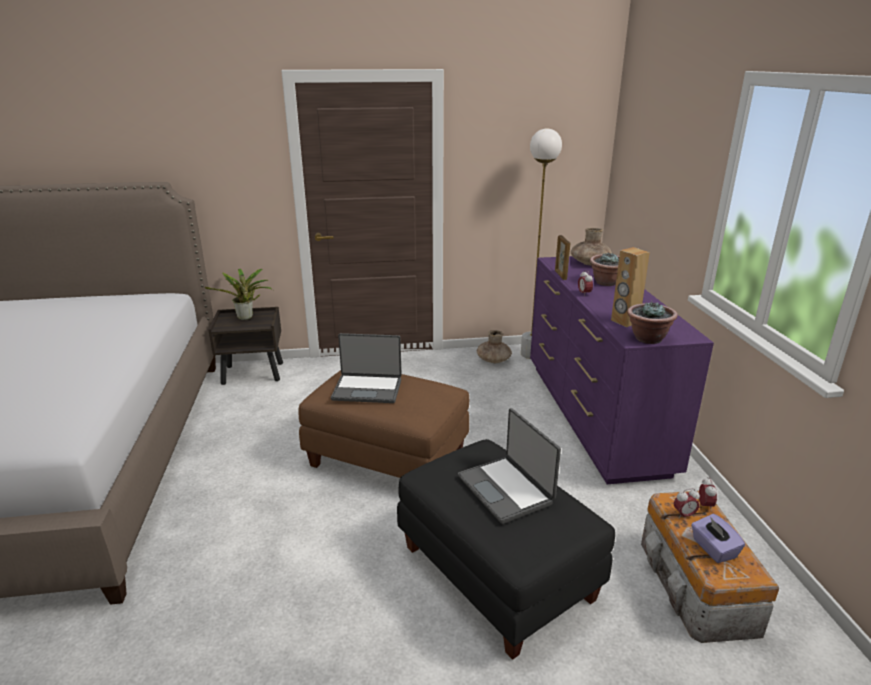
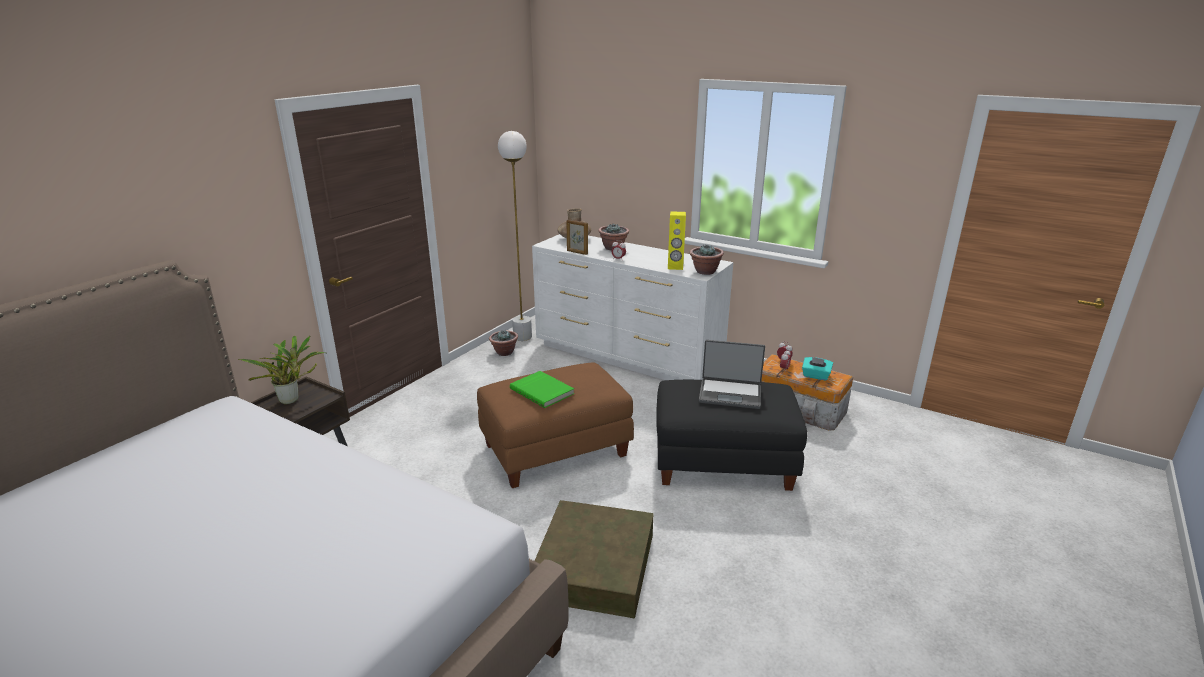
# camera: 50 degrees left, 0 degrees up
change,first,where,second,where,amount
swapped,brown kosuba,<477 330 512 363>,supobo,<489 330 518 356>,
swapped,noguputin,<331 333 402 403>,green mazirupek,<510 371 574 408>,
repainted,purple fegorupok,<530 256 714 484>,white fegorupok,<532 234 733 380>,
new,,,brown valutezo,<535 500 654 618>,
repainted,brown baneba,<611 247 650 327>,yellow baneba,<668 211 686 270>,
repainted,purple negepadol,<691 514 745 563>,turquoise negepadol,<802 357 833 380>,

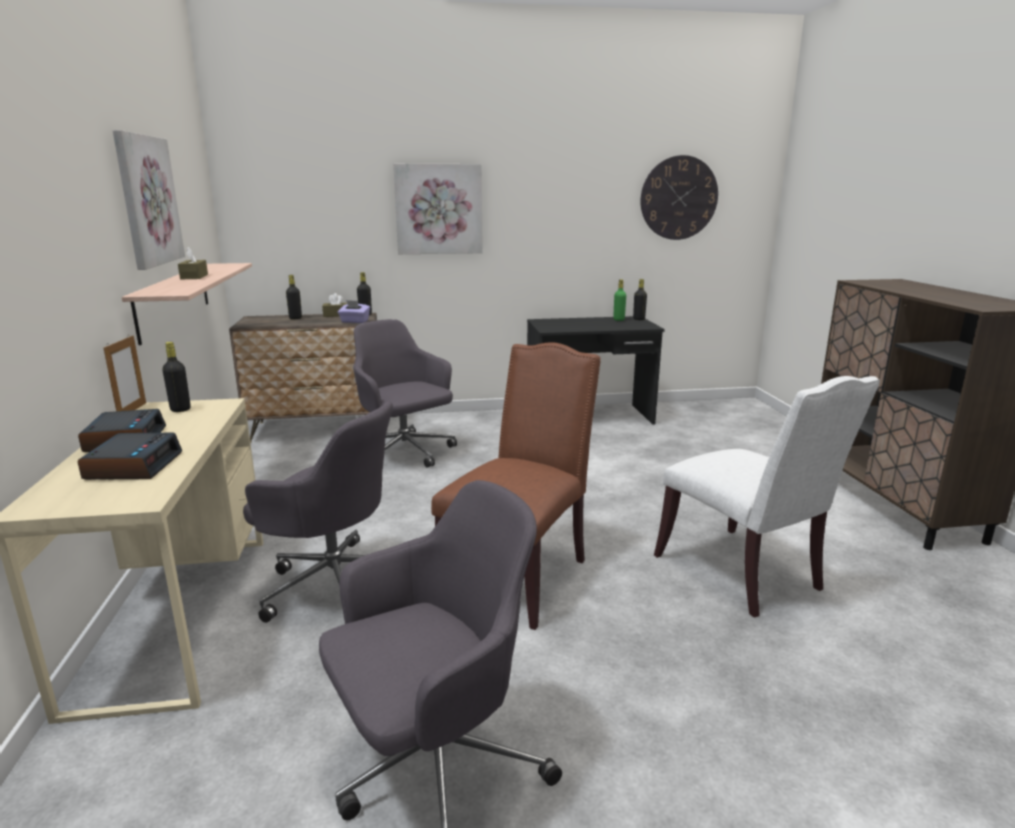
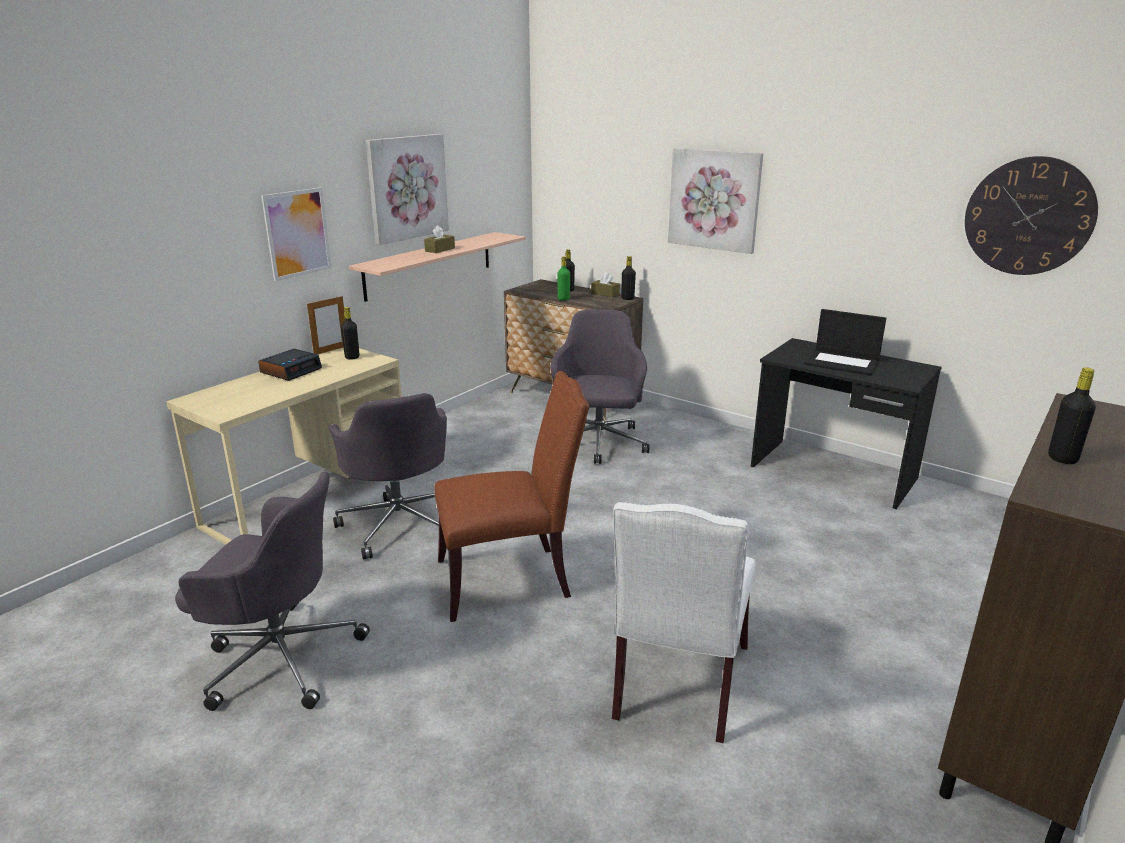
# camera: 45 degrees right, 5 degrees up
change,first,where,second,where,amount
new,,,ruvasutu,<261 187 332 281>,
shifted,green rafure,<613 279 626 321>,,<557 257 570 301>,
new,,,noguputin,<804 309 886 376>,
shifted,black rafure,<633 279 647 320>,,<1048 367 1096 464>,
gone,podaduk,<77 433 182 480>,,,
gone,purple negepadol,<338 300 370 323>,,,

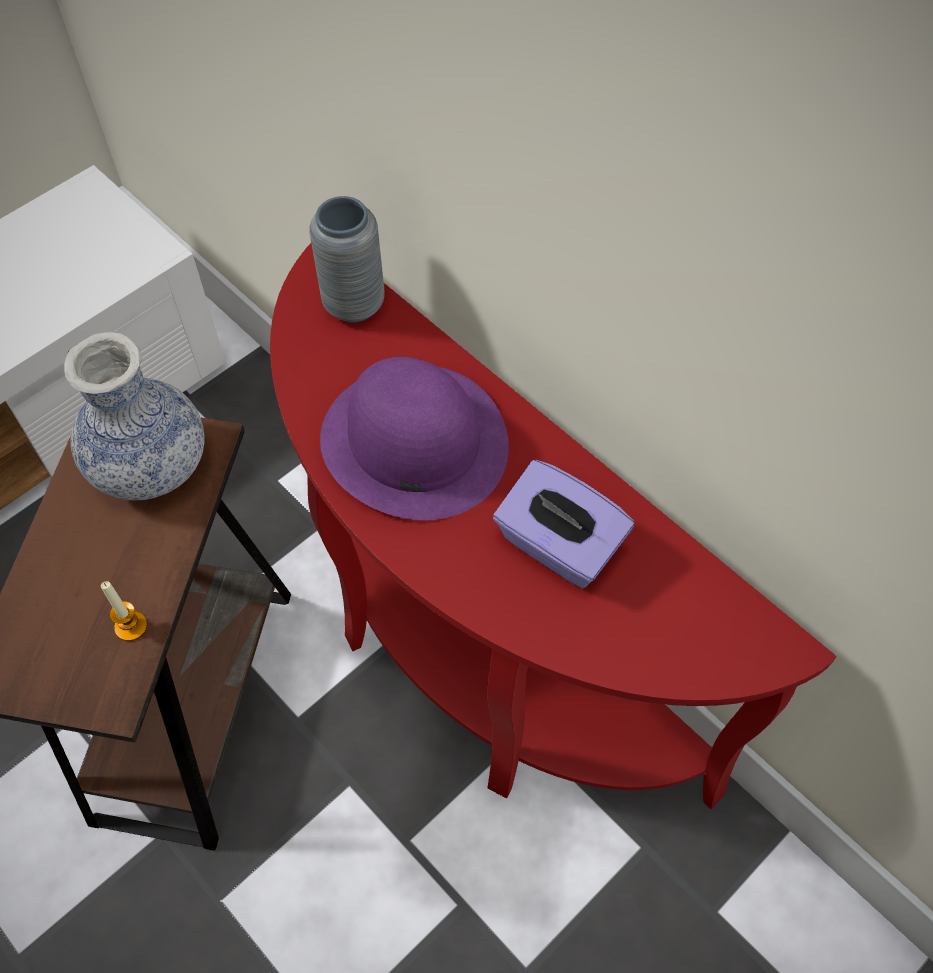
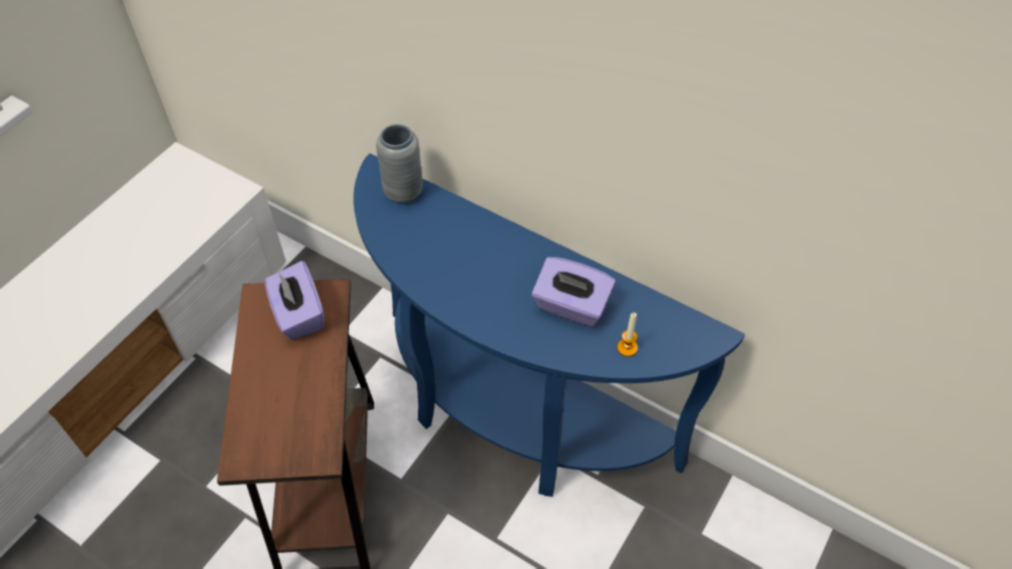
# camera: 15 degrees left, 5 degrees down
change,first,where,second,where,amount
swapped,kosuba,<64 331 204 500>,purple negepadol,<265 261 325 340>,
repainted,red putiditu,<270 243 837 809>,blue putiditu,<353 153 745 497>,
shifted,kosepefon,<101 581 147 641>,,<617 313 638 357>,
gone,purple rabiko,<320 357 509 520>,,,

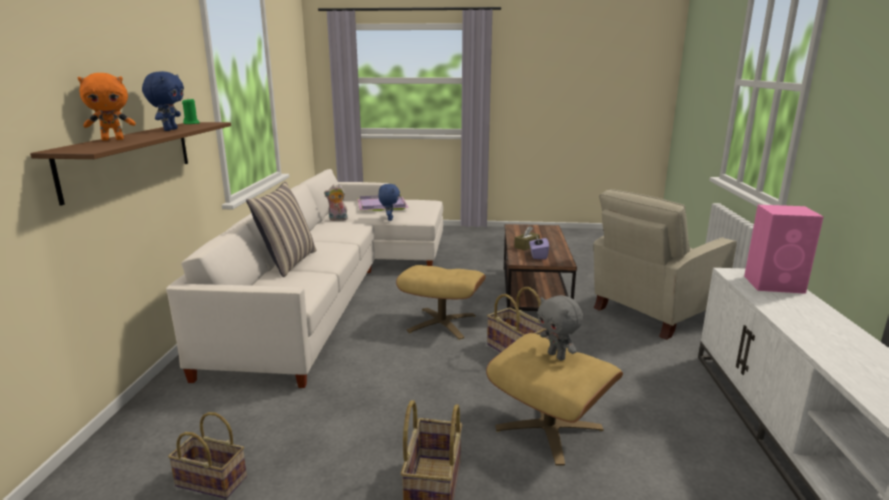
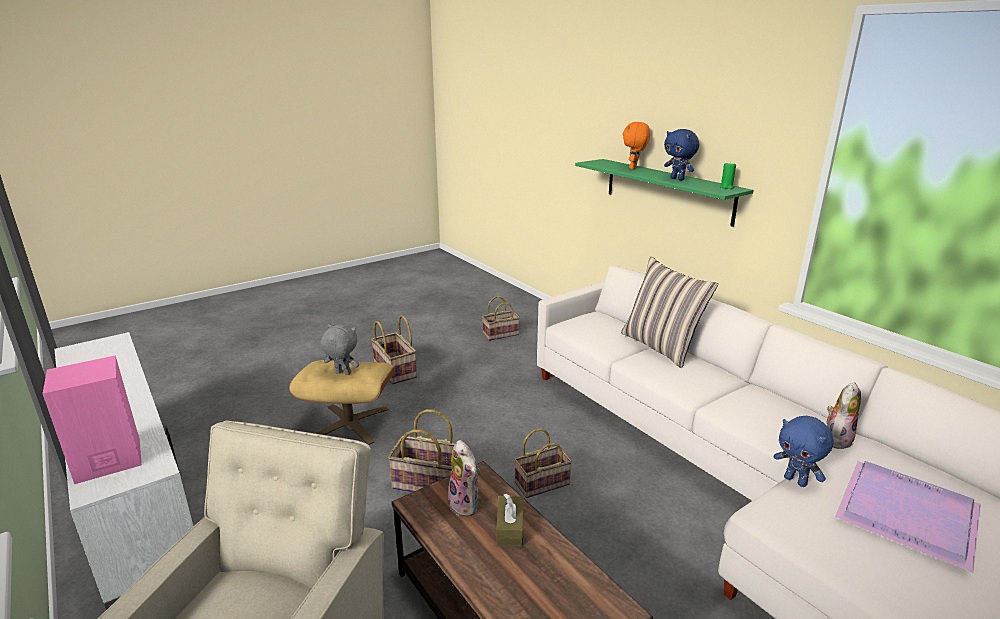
# camera: 140 degrees right, 5 degrees up
change,first,where,second,where,amount
swapped,purple negepadol,<529 237 549 259>,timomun,<448 440 481 517>,
swapped,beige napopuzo,<396 265 486 340>,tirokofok,<514 428 572 498>,
repainted,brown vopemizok,<30 122 231 206>,green vopemizok,<575 159 754 227>,

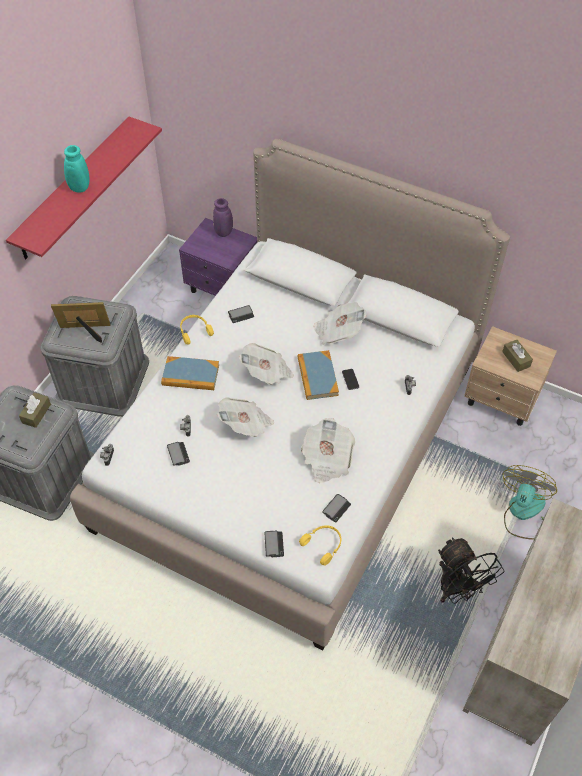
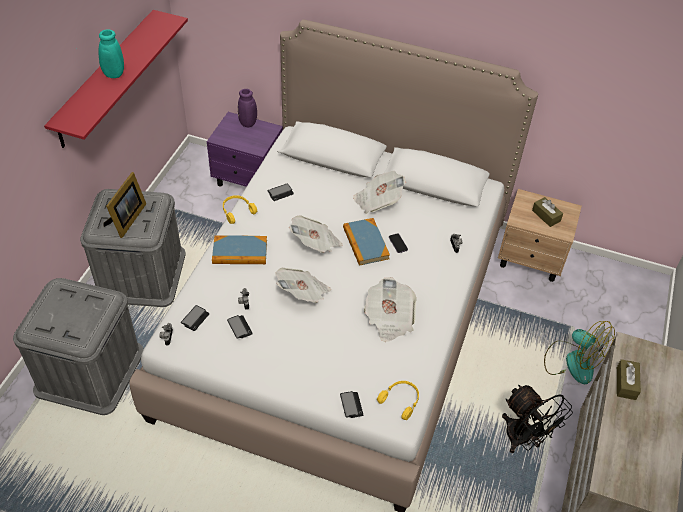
# camera: 10 degrees left, 5 degrees down
change,first,where,second,where,amount
rotated,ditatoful,<51 302 110 343>,,<103 172 146 238>,120 degrees clockwise
shifted,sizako,<322 494 351 522>,,<181 305 209 331>,
rotated,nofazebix,<502 465 557 540>,,<544 321 615 384>,120 degrees clockwise
shifted,brown negepadol,<19 392 51 428>,,<617 359 641 400>,

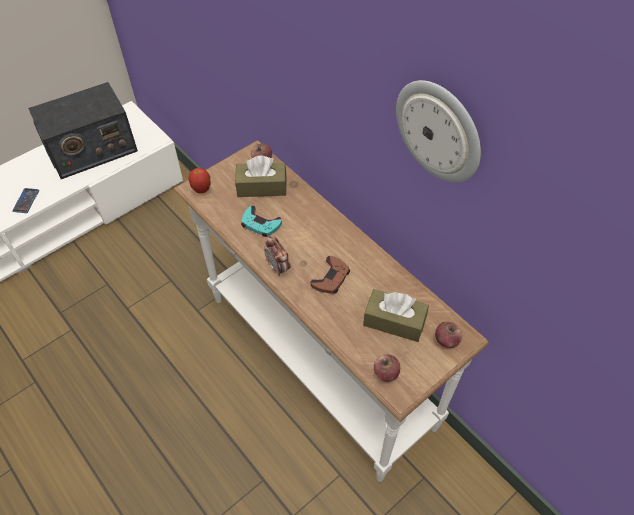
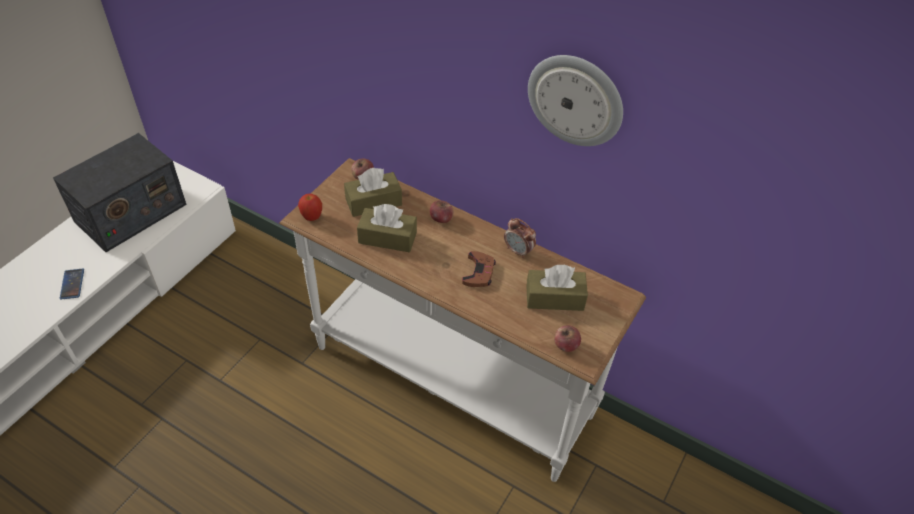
# camera: 20 degrees left, 5 degrees down
change,first,where,second,where,amount
swapped,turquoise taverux,<241 205 282 237>,brown negepadol,<357 204 417 252>,
shifted,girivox,<435 322 462 348>,,<430 200 454 223>,
shifted,podaduk,<264 236 291 276>,,<504 218 536 258>,

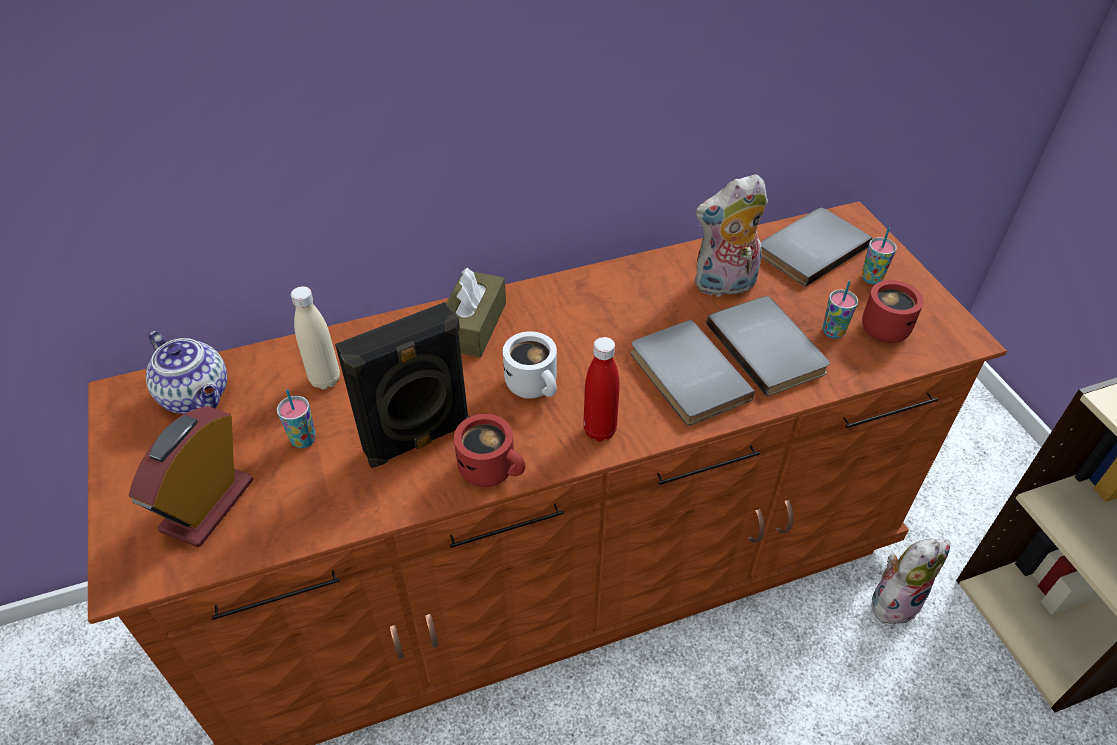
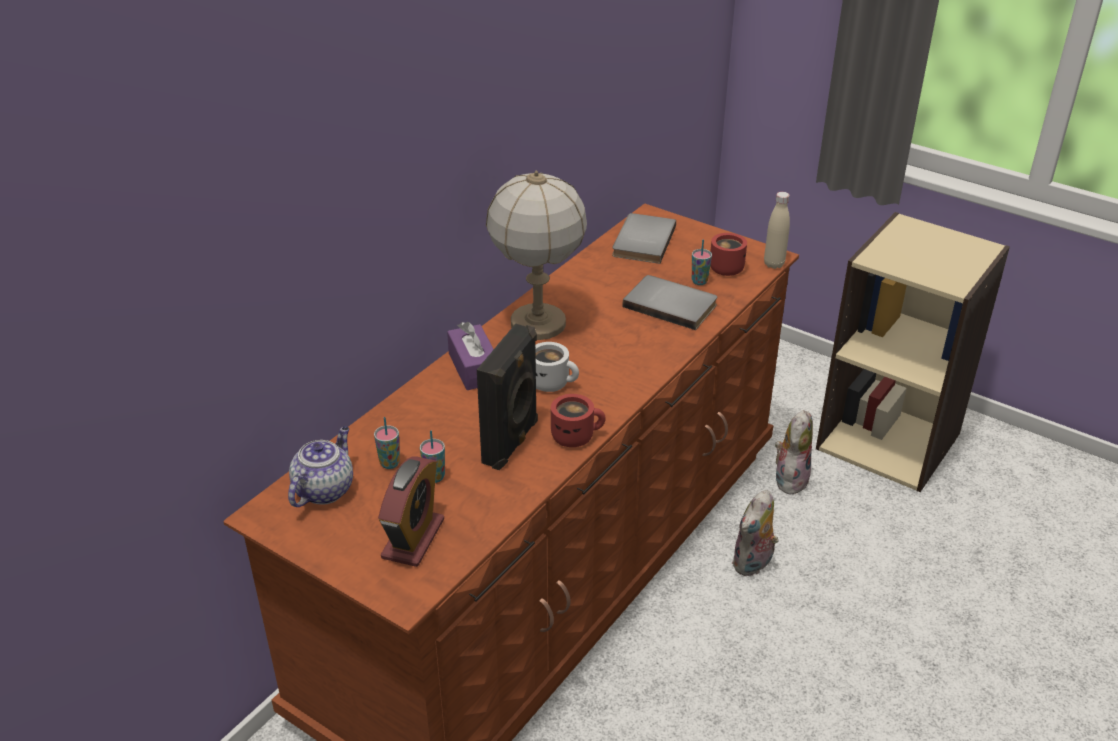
# camera: 35 degrees left, 10 degrees down
change,first,where,second,where,amount
rotated,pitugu,<146 331 227 414>,,<288 426 353 507>,75 degrees counterclockwise
shifted,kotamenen,<862 228 897 284>,,<374 417 400 469>,
rotated,podaduk,<129 406 253 547>,,<378 456 444 567>,150 degrees counterclockwise
repainted,brown negepadol,<446 268 506 358>,purple negepadol,<447 322 494 390>,
new,,,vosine,<486 170 587 340>,
shifted,timomun,<695 174 768 297>,,<732 490 778 576>,
shifted,beige rafure,<291 286 340 389>,,<764 192 790 269>,
gone,red rafure,<583 337 620 441>,,,
gone,grey mazirupek,<631 319 755 426>,,,

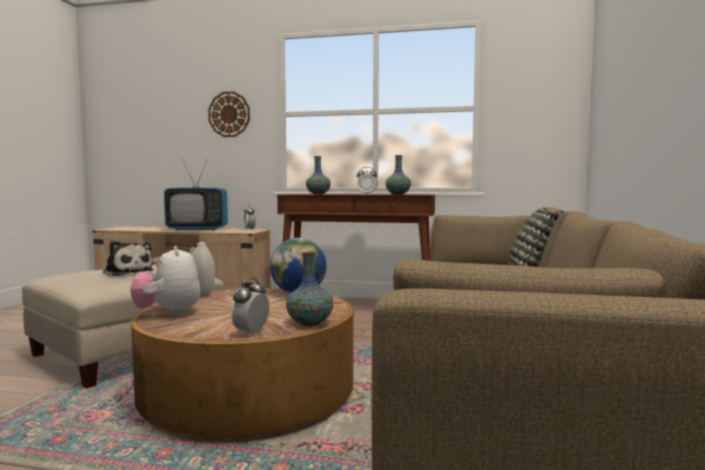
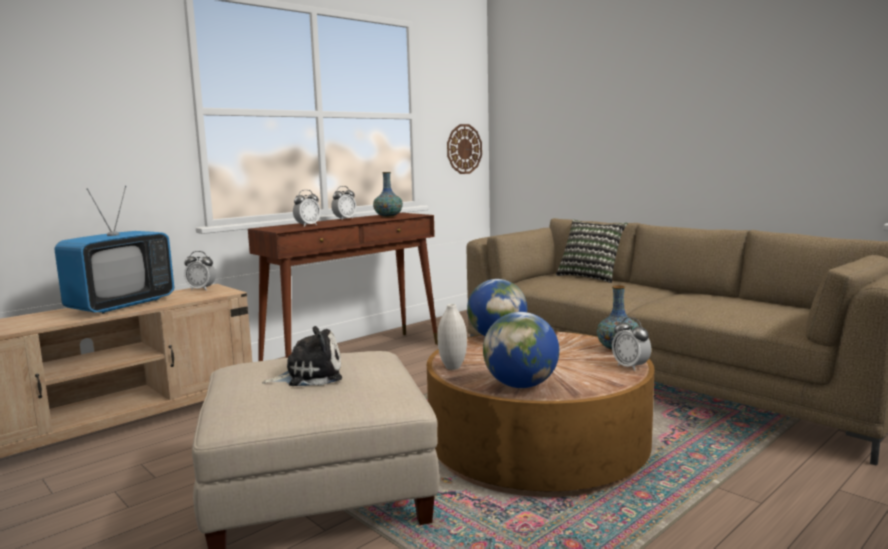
# camera: 55 degrees left, 5 degrees up
change,first,where,second,where,amount
swapped,kosuba,<306 156 331 194>,podaduk,<293 190 321 227>,
shifted,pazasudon,<208 91 250 137>,,<447 124 482 174>,
swapped,timomun,<130 246 201 316>,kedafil,<483 312 559 388>,

